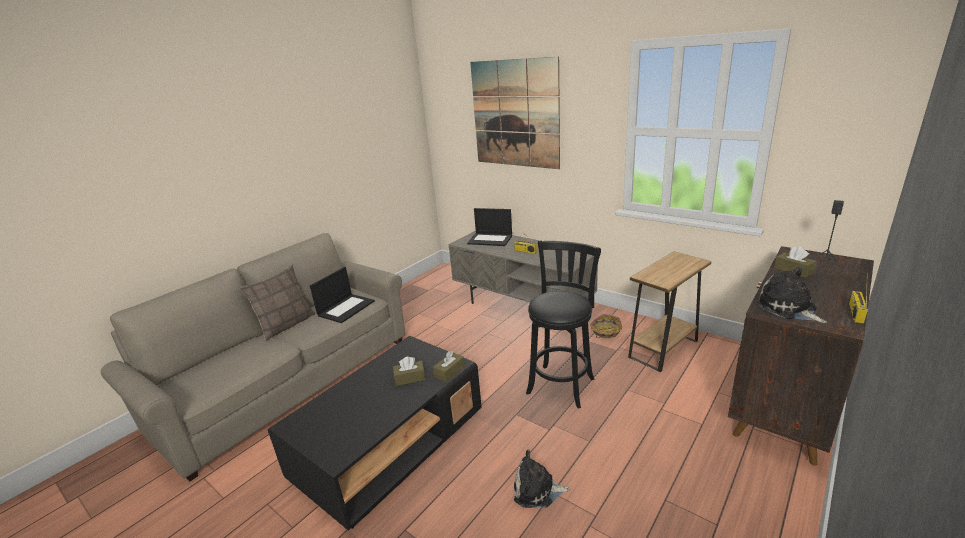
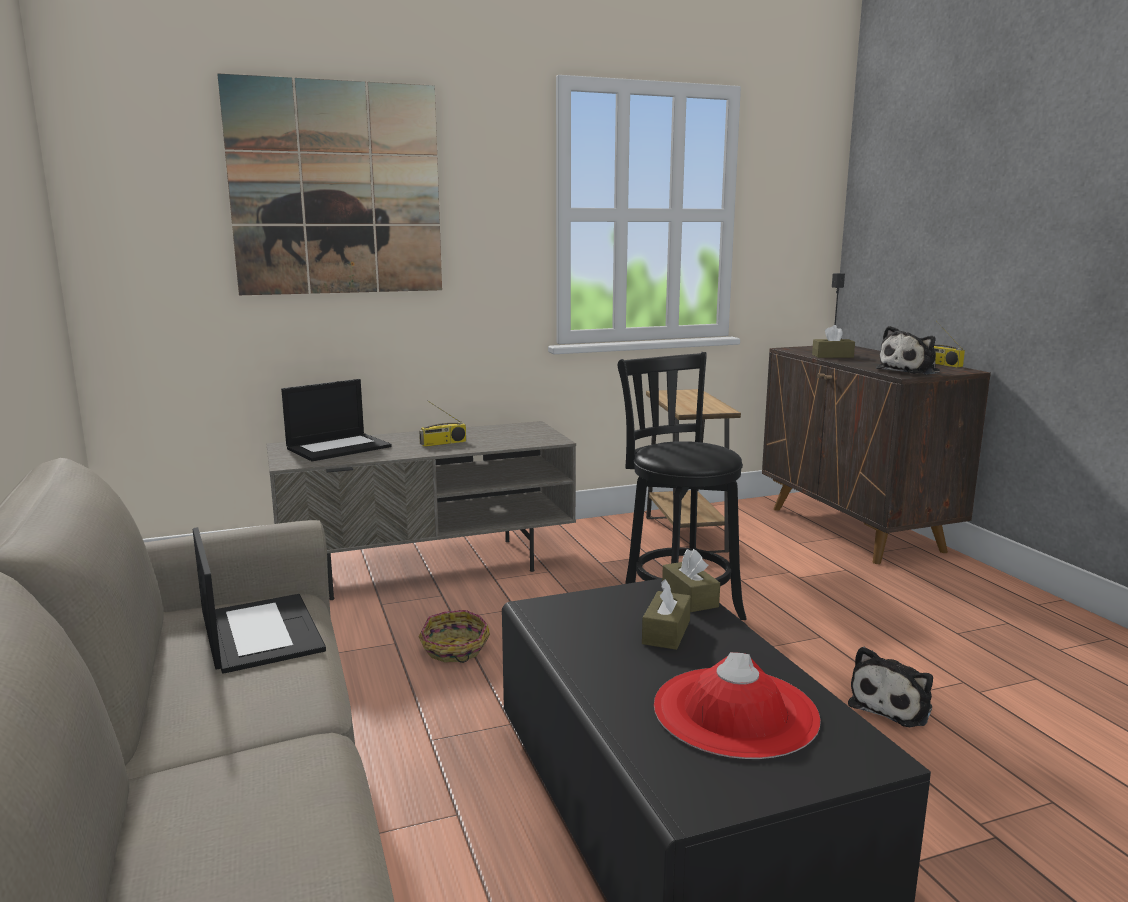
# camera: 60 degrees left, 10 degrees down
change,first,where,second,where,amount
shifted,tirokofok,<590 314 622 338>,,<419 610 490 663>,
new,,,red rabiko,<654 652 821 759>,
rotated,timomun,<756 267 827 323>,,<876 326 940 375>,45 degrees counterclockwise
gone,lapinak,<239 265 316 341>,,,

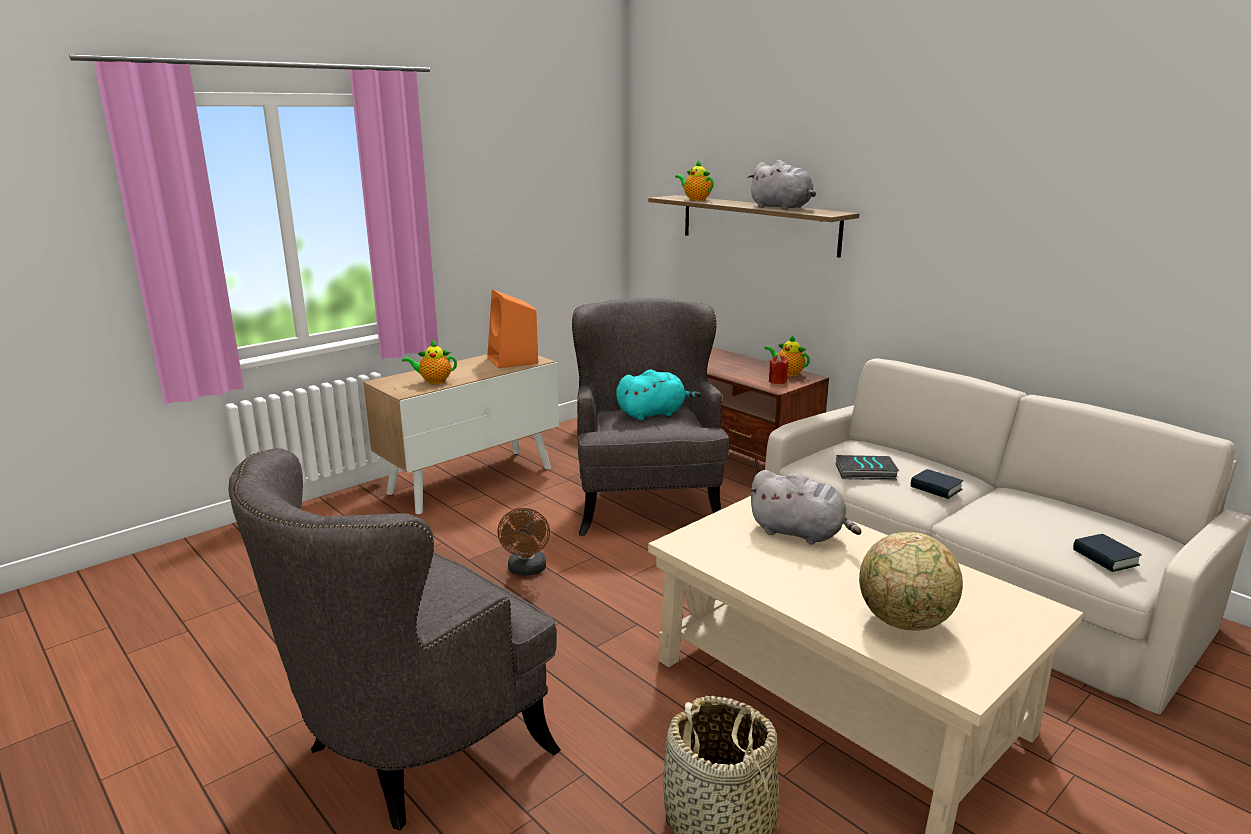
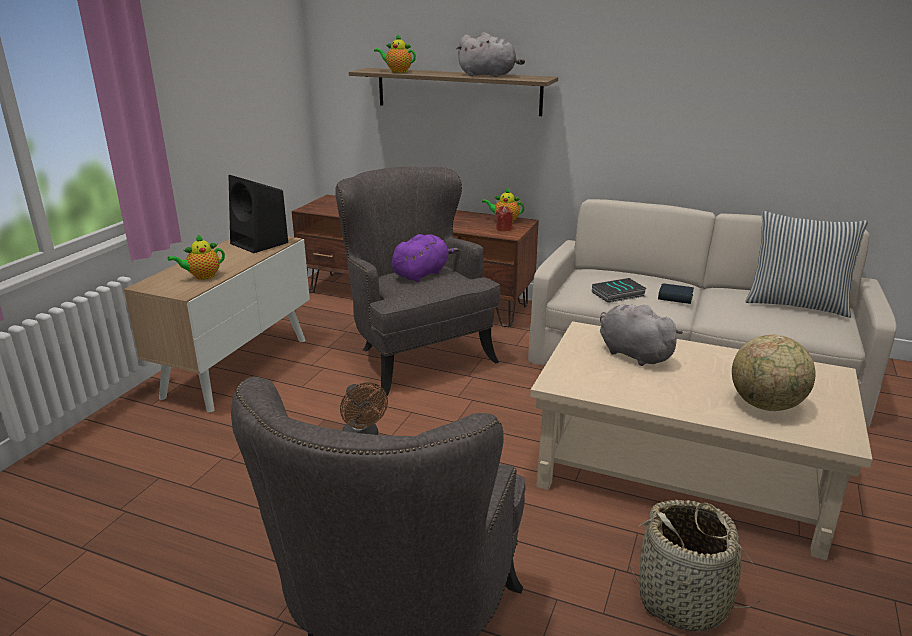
# camera: 25 degrees left, 5 degrees up
change,first,where,second,where,amount
repainted,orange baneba,<487 289 538 368>,black baneba,<228 175 288 253>,
repainted,turquoise timomun,<616 370 701 421>,purple timomun,<392 234 459 282>,
rotated,grey timomun,<748 470 861 545>,,<600 305 683 366>,135 degrees counterclockwise
new,,,lapinak,<745 211 869 318>,
gone,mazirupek,<1073 534 1142 572>,,,

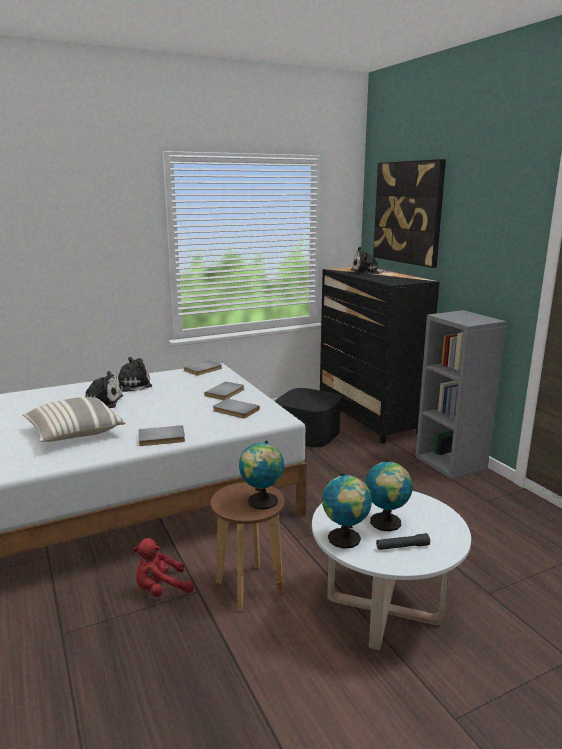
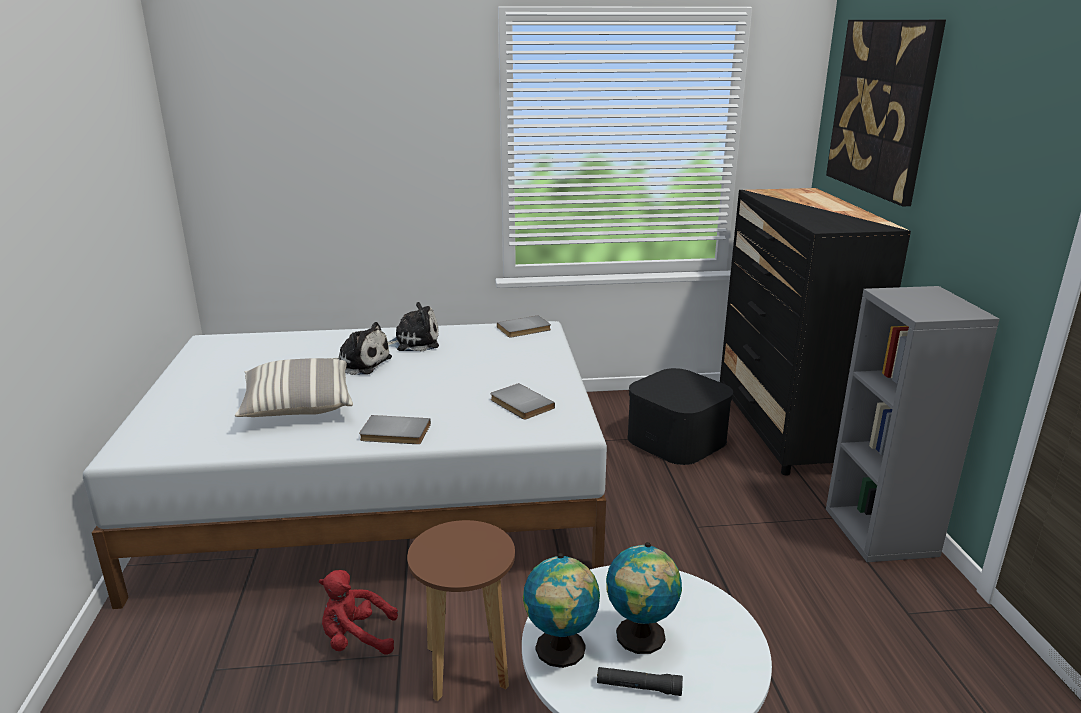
# camera: 20 degrees right, 5 degrees up
change,first,where,second,where,amount
gone,grey mazirupek,<204 382 244 400>,,,
gone,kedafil,<239 441 284 510>,,,
gone,timomun,<351 247 388 274>,,,

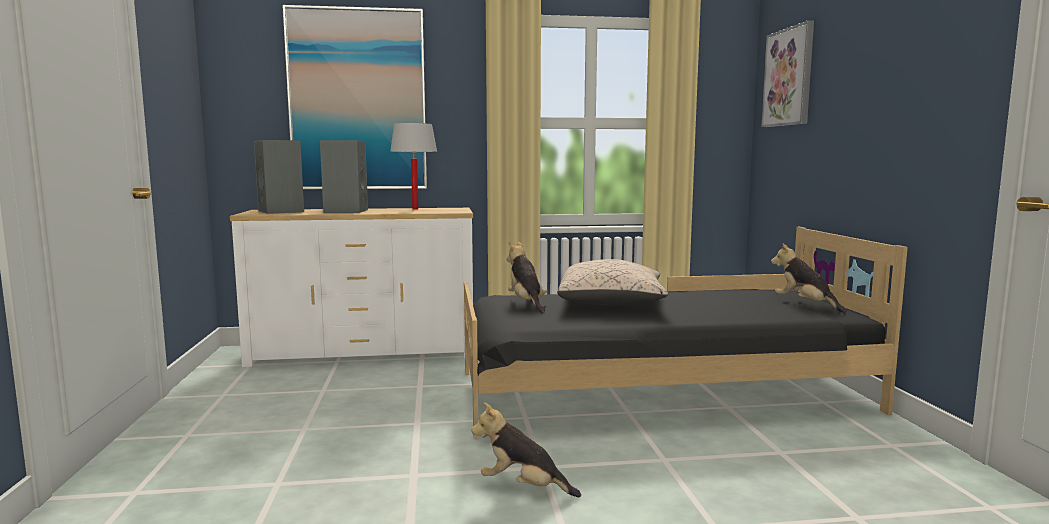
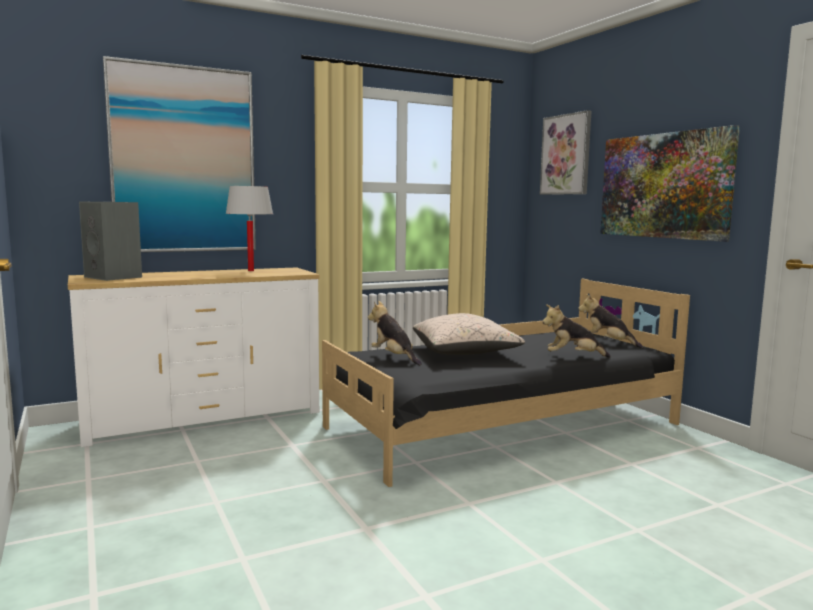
# camera: 20 degrees left, 0 degrees up
change,first,where,second,where,amount
shifted,timomun,<472 402 581 497>,,<542 304 611 358>,
new,,,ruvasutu,<600 125 740 242>,
gone,grey baneba,<320 140 368 213>,,,

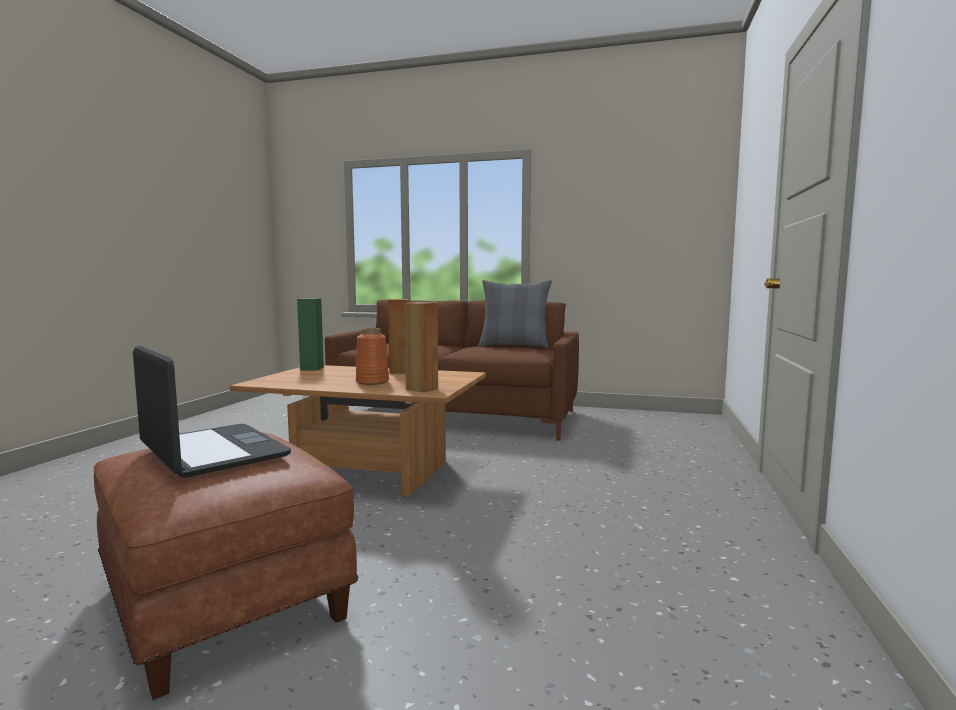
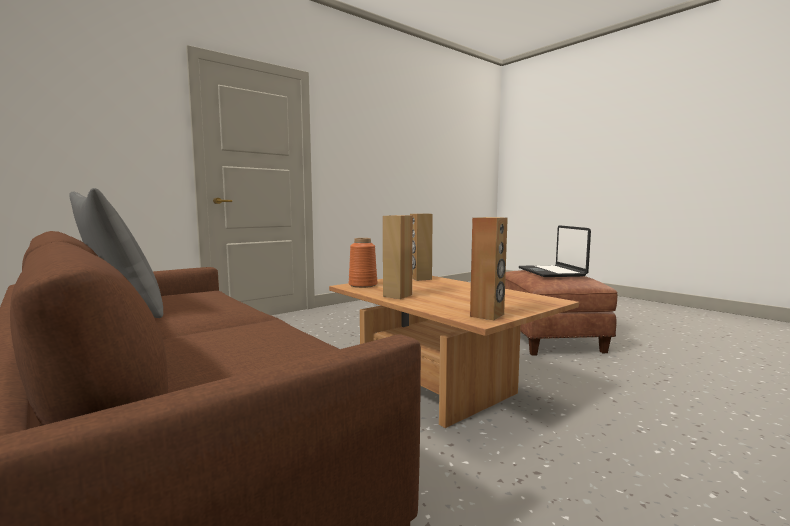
# camera: 145 degrees left, 0 degrees up
change,first,where,second,where,amount
shifted,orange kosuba,<356 328 389 385>,,<349 238 377 288>,
repainted,green baneba,<297 298 324 371>,brown baneba,<470 217 508 320>,

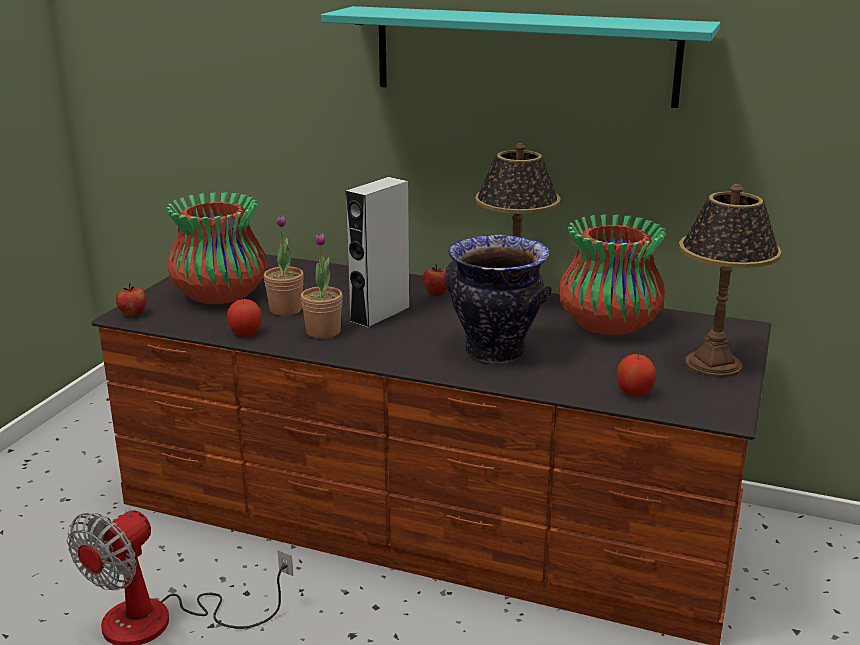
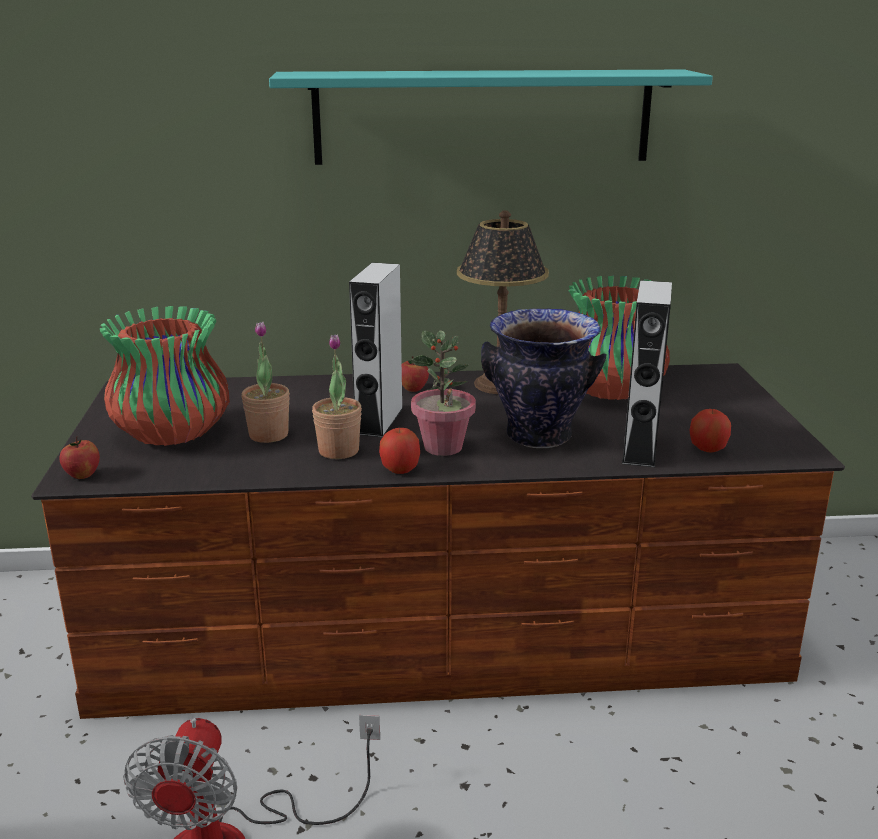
# camera: 25 degrees left, 0 degrees up
change,first,where,second,where,amount
shifted,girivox,<227 299 262 337>,,<379 428 420 474>,
new,,,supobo,<411 330 476 456>,
new,,,grey baneba,<622 280 672 467>,
gone,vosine,<679 184 782 377>,,,

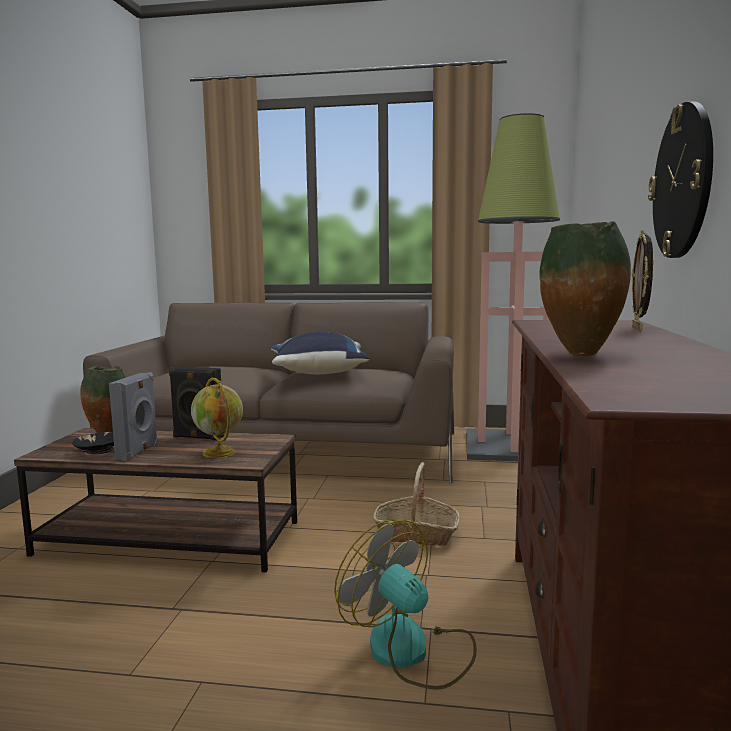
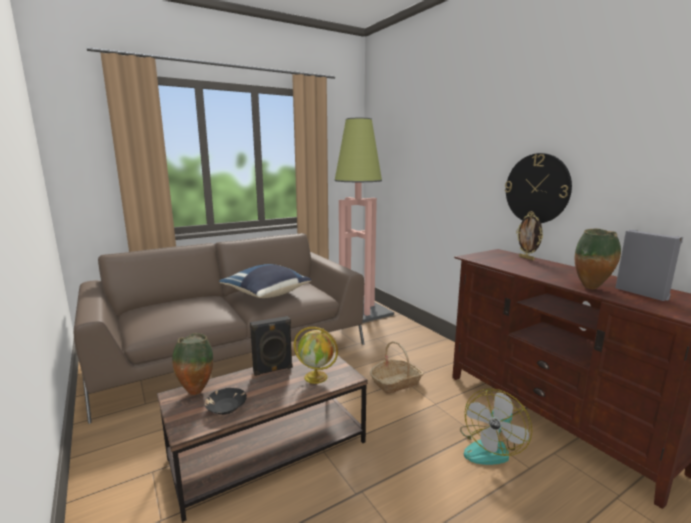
# camera: 40 degrees left, 5 degrees up
change,first,where,second,where,amount
rotated,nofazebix,<334 520 477 690>,,<460 388 532 465>,60 degrees counterclockwise
shifted,grey baneba,<109 372 158 461>,,<615 230 683 301>,

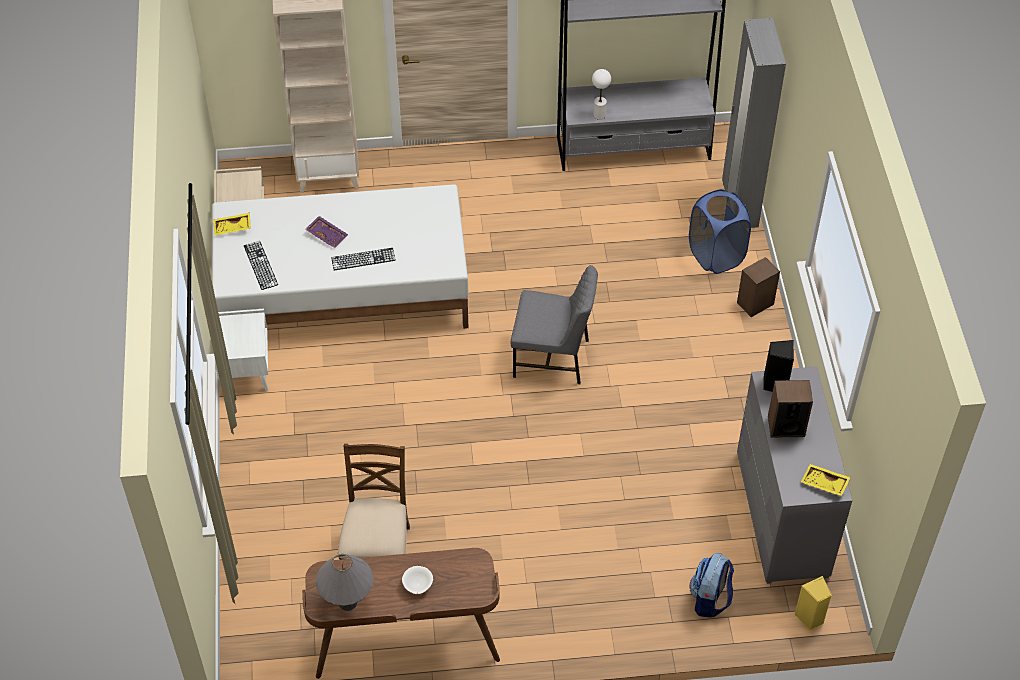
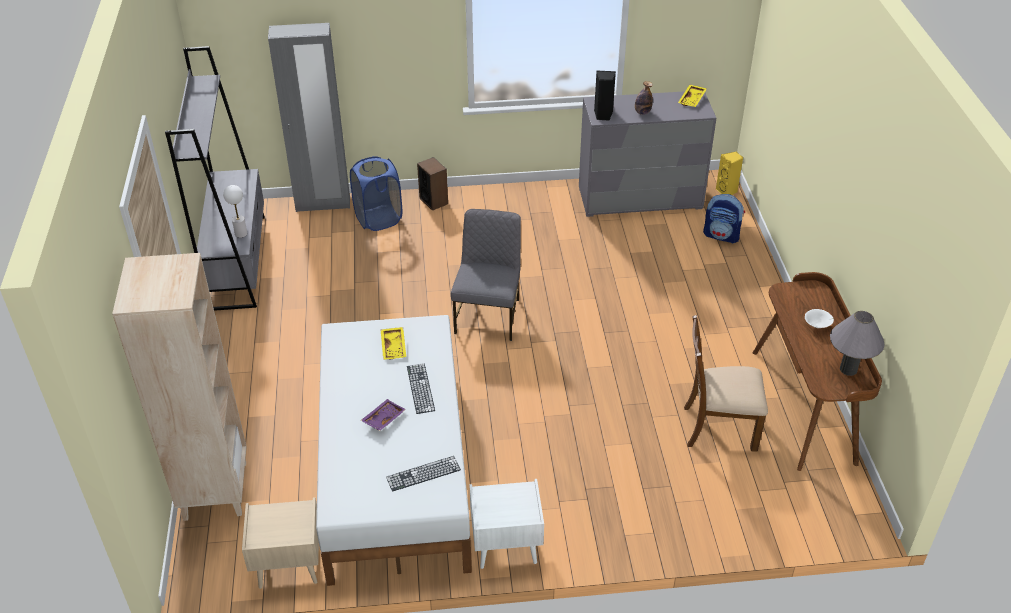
# camera: 90 degrees left, 10 degrees down
change,first,where,second,where,amount
shifted,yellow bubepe,<214 213 251 235>,,<381 327 406 360>,
swapped,baneba,<768 380 813 438>,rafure,<635 81 653 115>,

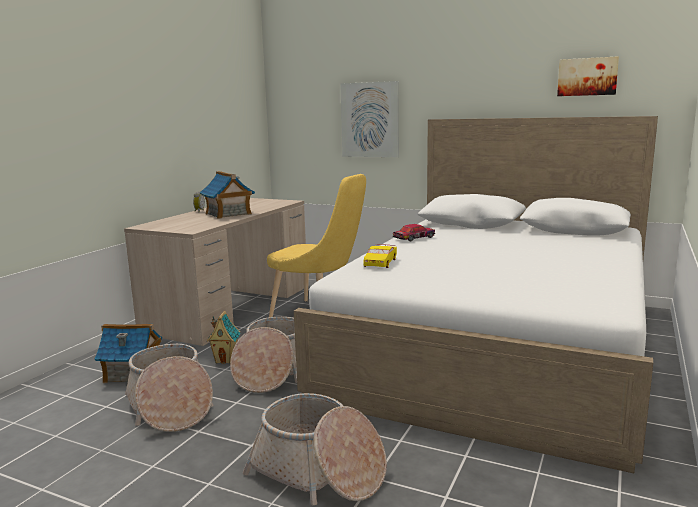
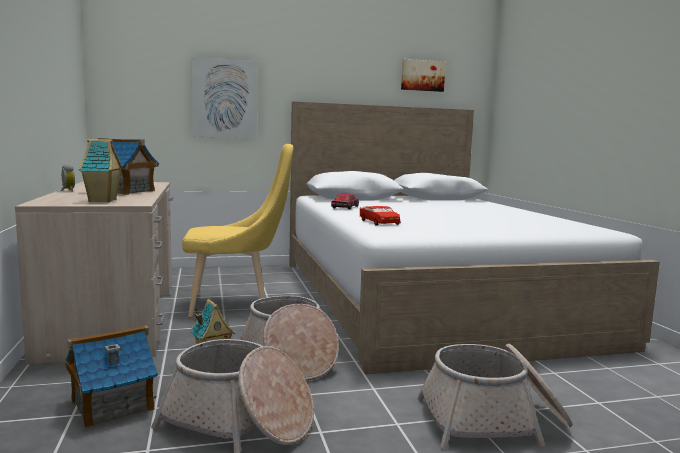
# camera: 40 degrees left, 5 degrees down
change,first,where,second,where,amount
new,,,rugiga,<79 139 123 202>,
repainted,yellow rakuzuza,<363 244 397 268>,red rakuzuza,<360 206 401 226>,

